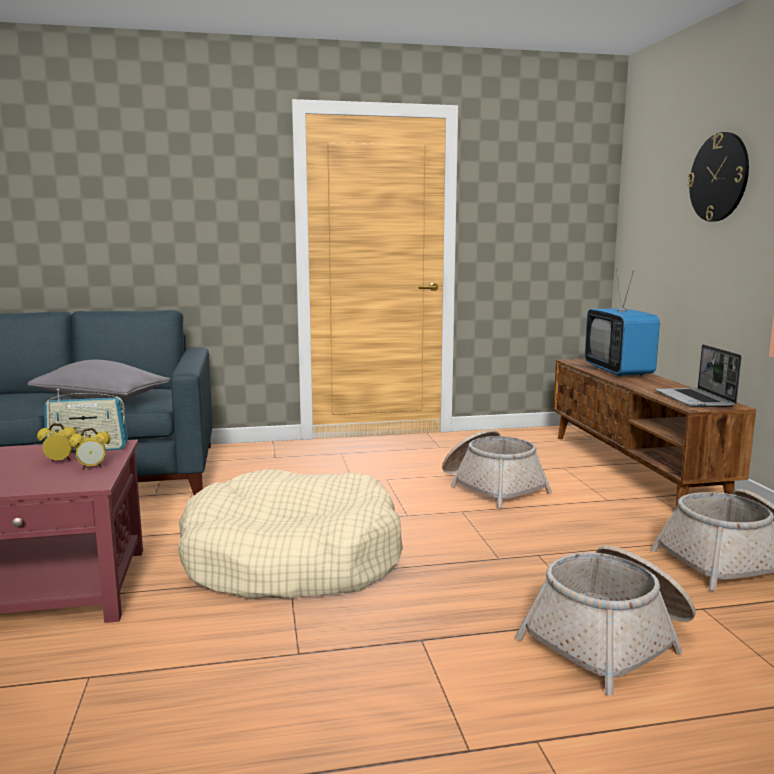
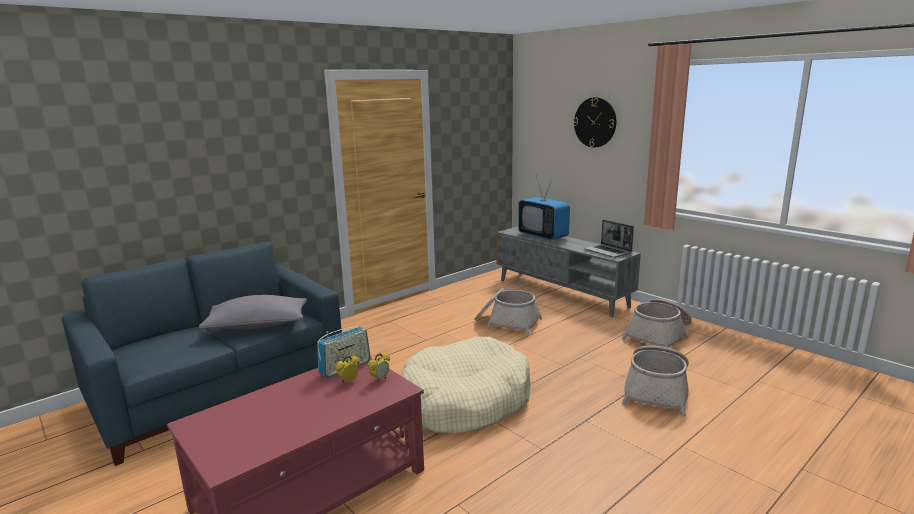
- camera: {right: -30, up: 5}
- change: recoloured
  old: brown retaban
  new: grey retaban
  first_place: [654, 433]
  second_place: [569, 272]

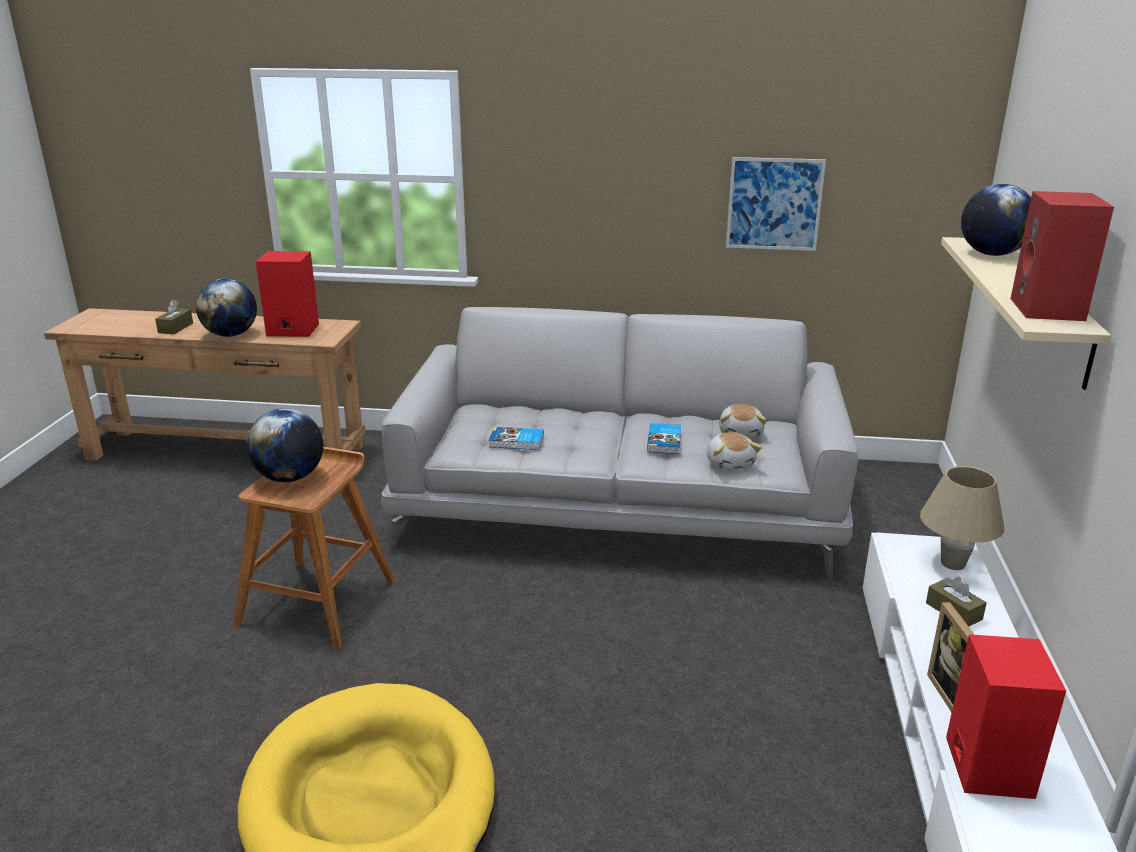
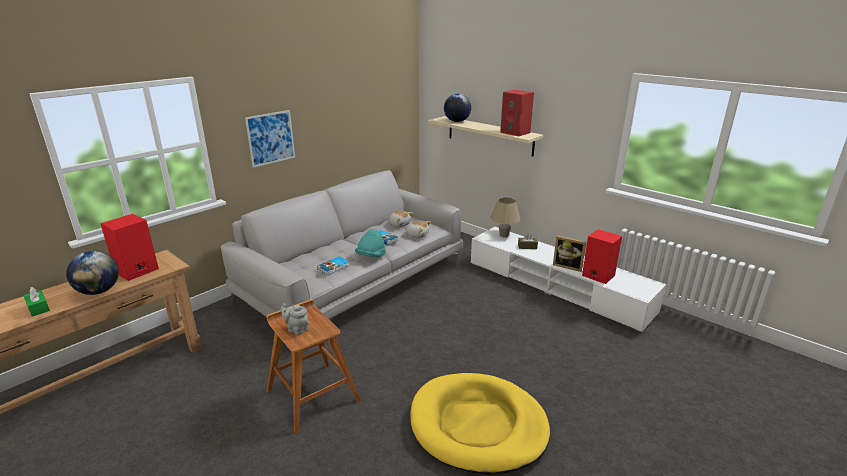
- camera: {right: -55, up: 0}
- change: moved
  old: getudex
  first_place: [776, 204]
  second_place: [270, 139]
- change: recoloured
  old: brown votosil
  new: green votosil
  first_place: [174, 317]
  second_place: [36, 302]
- change: replaced
  old: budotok
  new: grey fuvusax
  first_place: [285, 445]
  second_place: [294, 319]
- change: added
  new: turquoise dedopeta
  second_place: [370, 243]

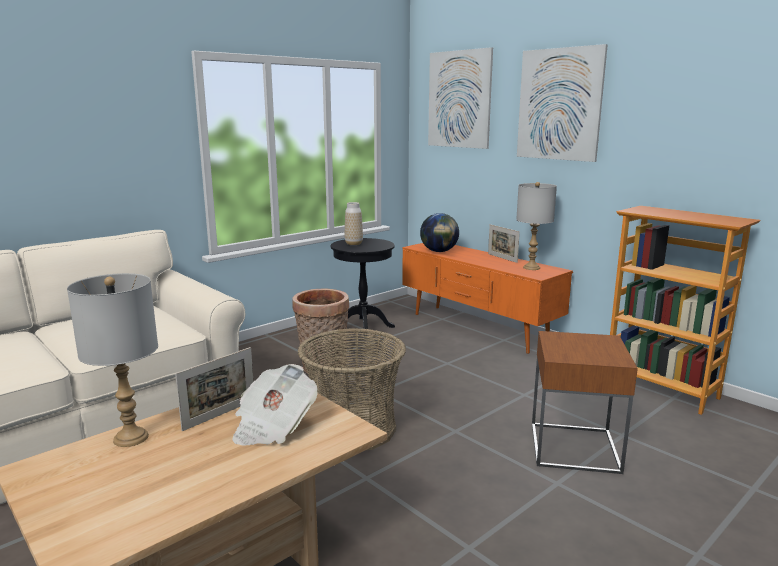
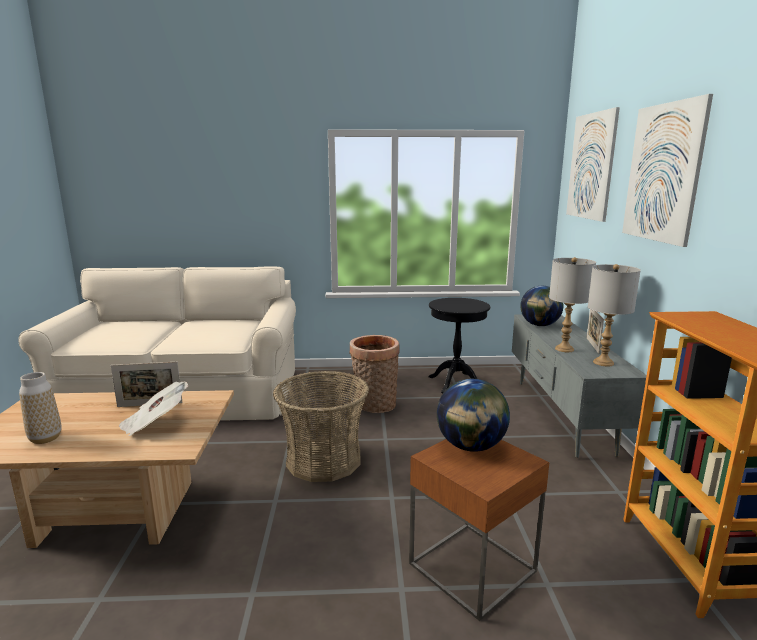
- camera: {right: 40, up: 0}
- change: moved
  old: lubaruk
  first_place: [354, 223]
  second_place: [40, 408]
- change: recoloured
  old: orange retaban
  new: grey retaban
  first_place: [487, 298]
  second_place: [579, 386]
- change: moved
  old: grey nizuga
  first_place: [112, 360]
  second_place: [572, 304]
- change: added
  new: budotok
  second_place: [473, 415]

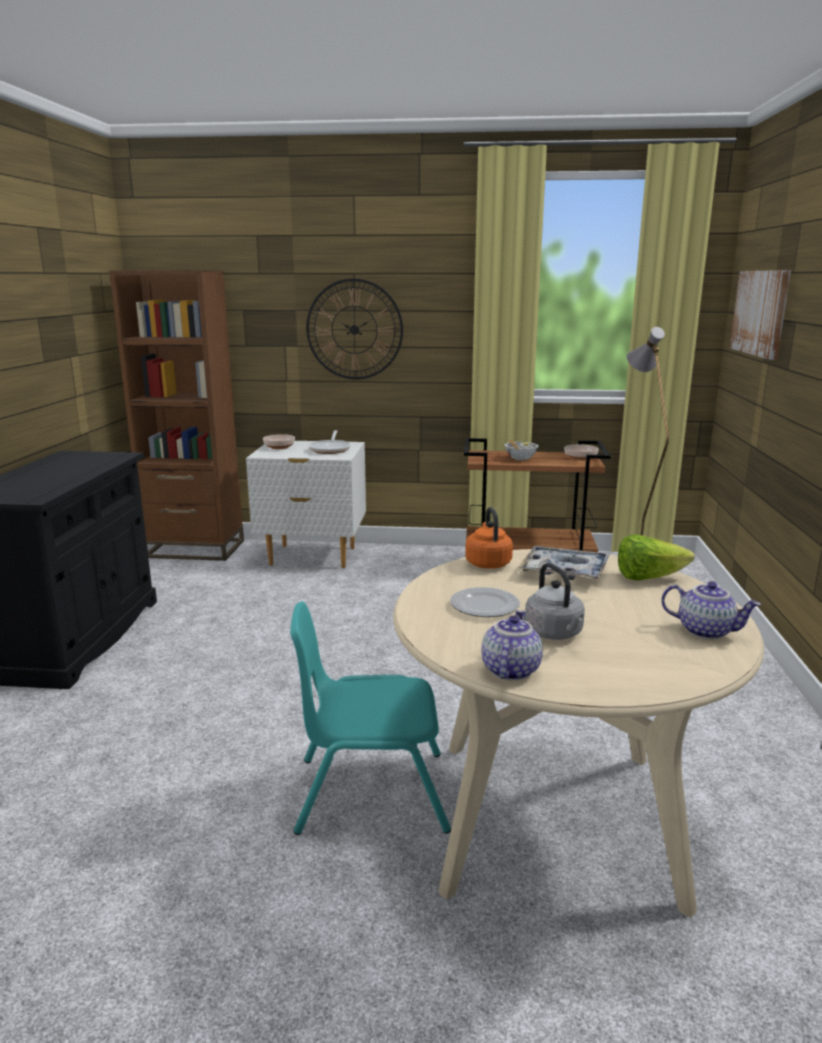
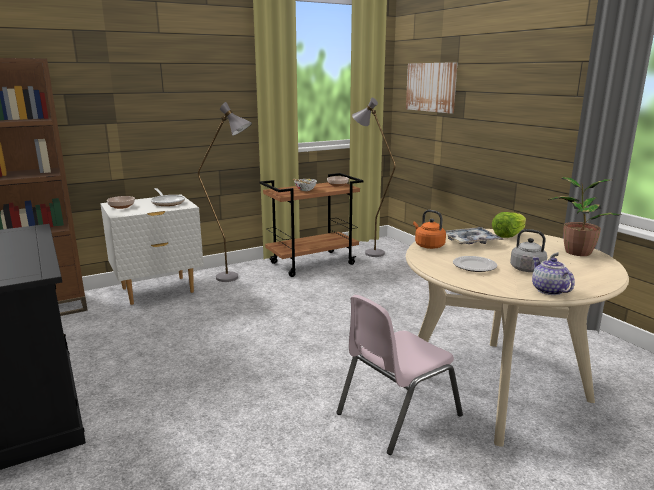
- camera: {right: -35, up: 0}
- change: removed
  old: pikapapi
  first_place: [354, 329]
- change: replaced
  old: fuvusax
  new: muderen
  first_place: [711, 610]
  second_place: [584, 216]
- change: recoloured
  old: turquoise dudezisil
  new: pink dudezisil
  first_place: [370, 718]
  second_place: [399, 375]
- change: added
  new: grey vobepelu
  second_place: [225, 192]

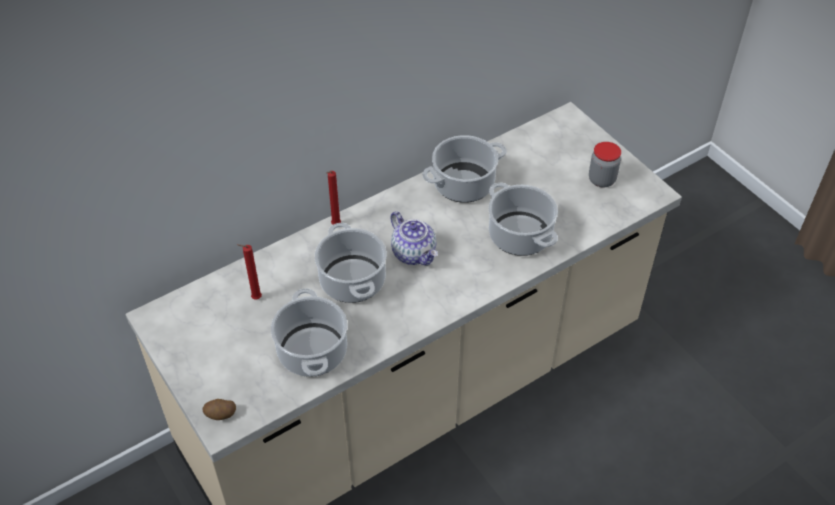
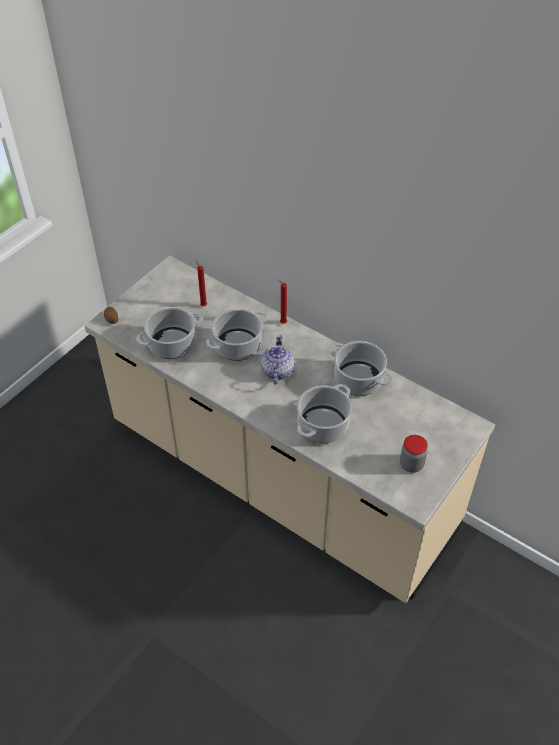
- camera: {right: 70, up: 0}
- change: turned
  old: fuvusax
  first_place: [413, 238]
  second_place: [277, 359]
  degrees: 150

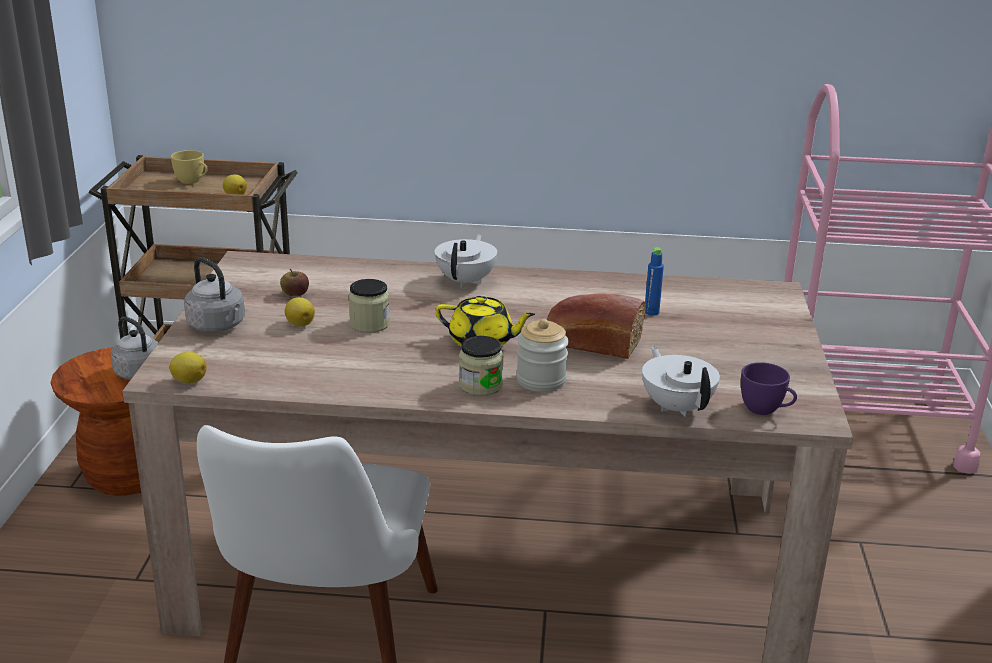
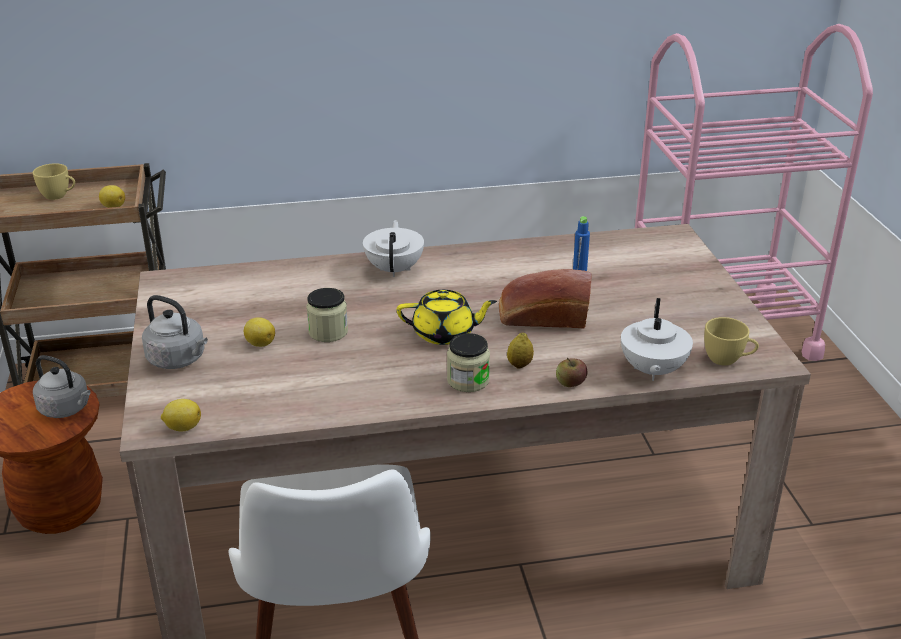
- camera: {right: -15, up: 5}
- change: moved
  old: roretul
  first_place: [294, 282]
  second_place: [571, 372]
- change: replaced
  old: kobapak
  new: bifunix
  first_place: [542, 355]
  second_place: [520, 351]
- change: turned
  old: white fuvusax
  first_place: [681, 381]
  second_place: [657, 339]
  degrees: -135
- change: recoloured
  old: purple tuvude
  new: yellow tuvude
  first_place: [769, 388]
  second_place: [731, 341]

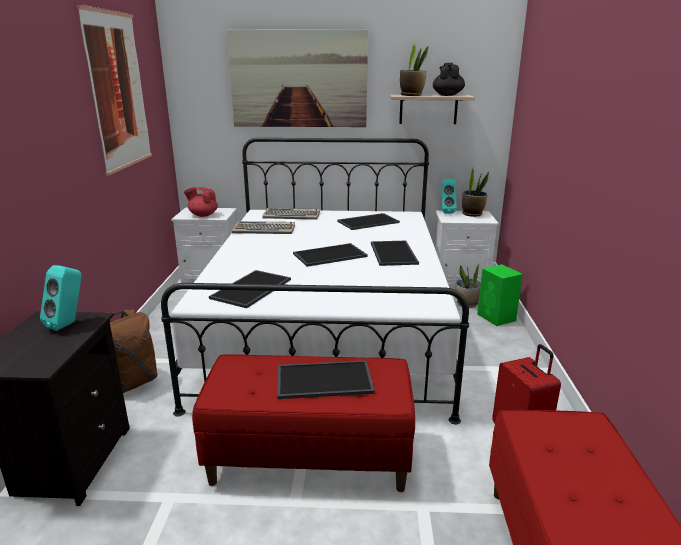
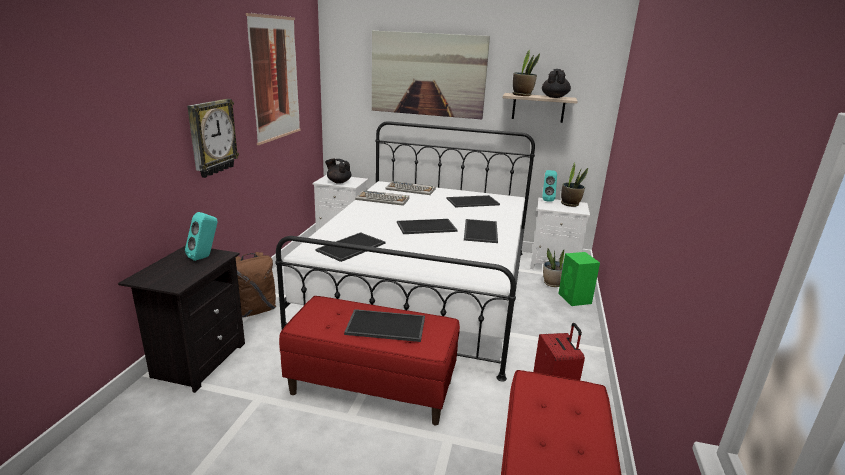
- camera: {right: 10, up: 0}
- change: recoloured
  old: red fuvusax
  new: black fuvusax
  first_place: [201, 202]
  second_place: [338, 171]
- change: added
  new: pikapapi
  second_place: [213, 138]

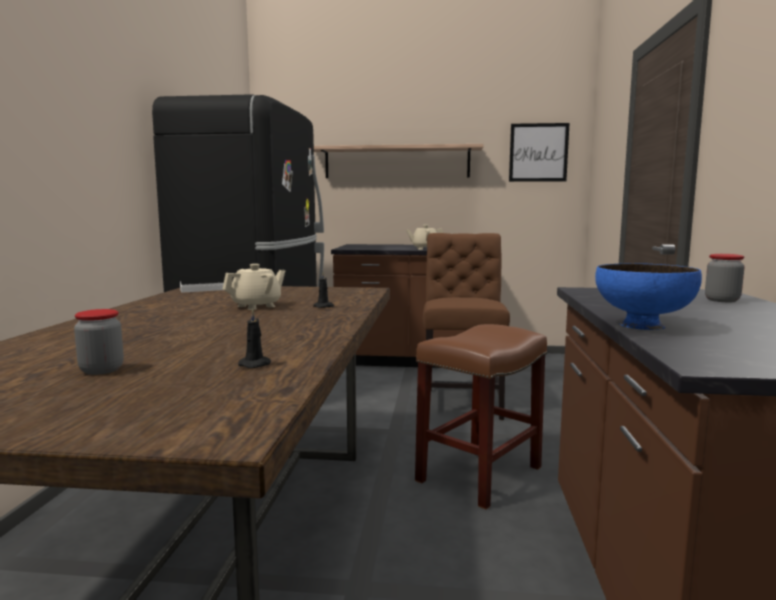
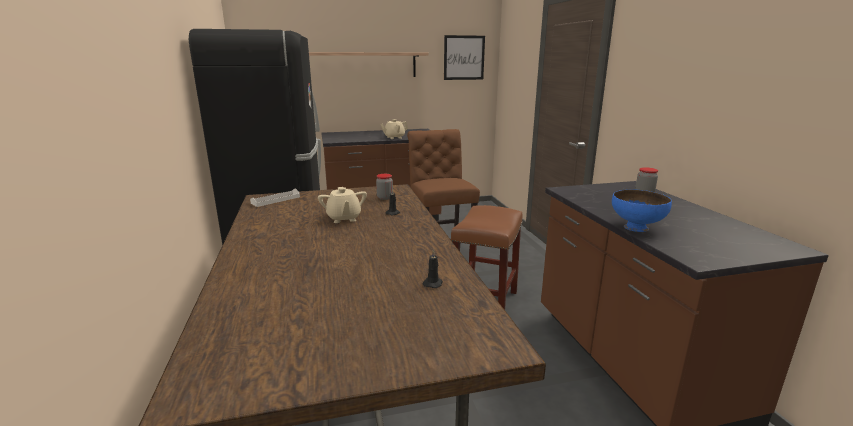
- camera: {right: -20, up: 10}
- change: turned
  old: beige fuvusax
  first_place: [254, 287]
  second_place: [342, 205]
  degrees: 135
- change: moved
  old: kobapak
  first_place: [99, 342]
  second_place: [384, 187]

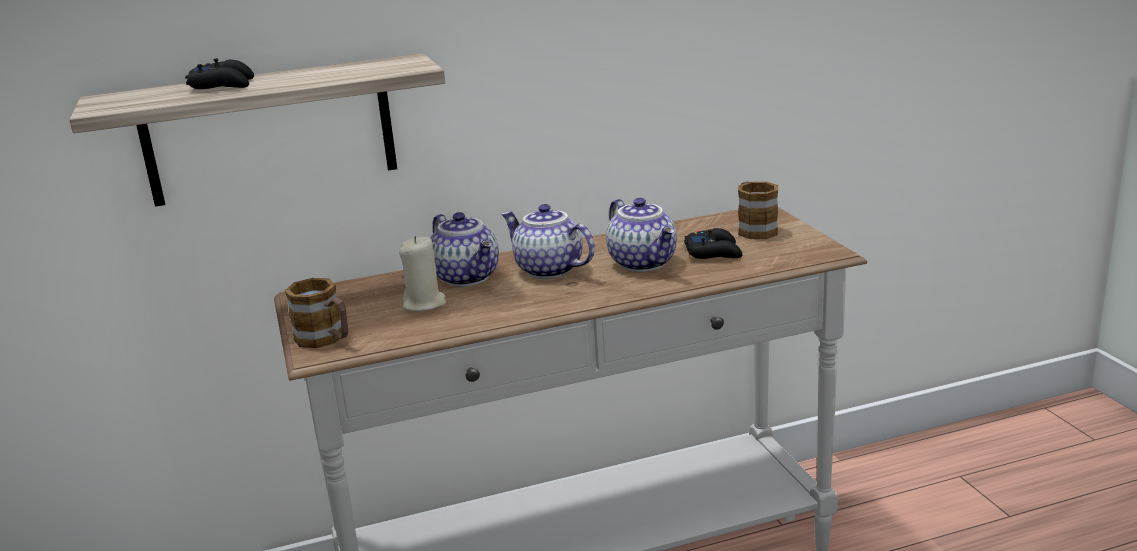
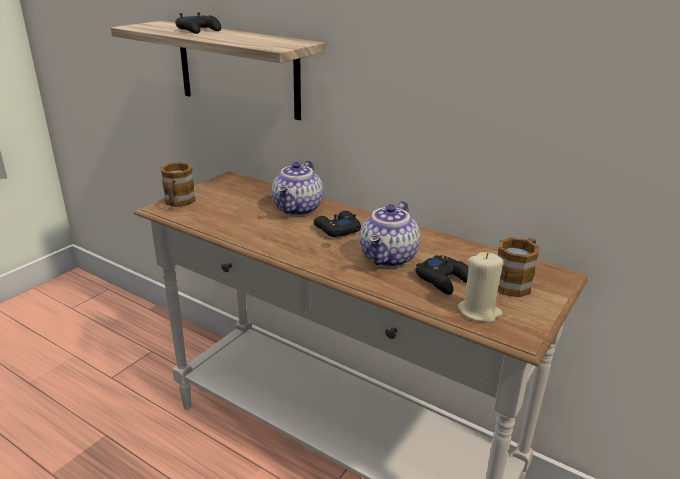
- camera: {right: 50, up: 5}
- change: replaced
  old: fuvusax
  new: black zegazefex
  first_place: [548, 241]
  second_place: [337, 224]
- change: moved
  old: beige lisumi
  first_place: [422, 274]
  second_place: [481, 287]

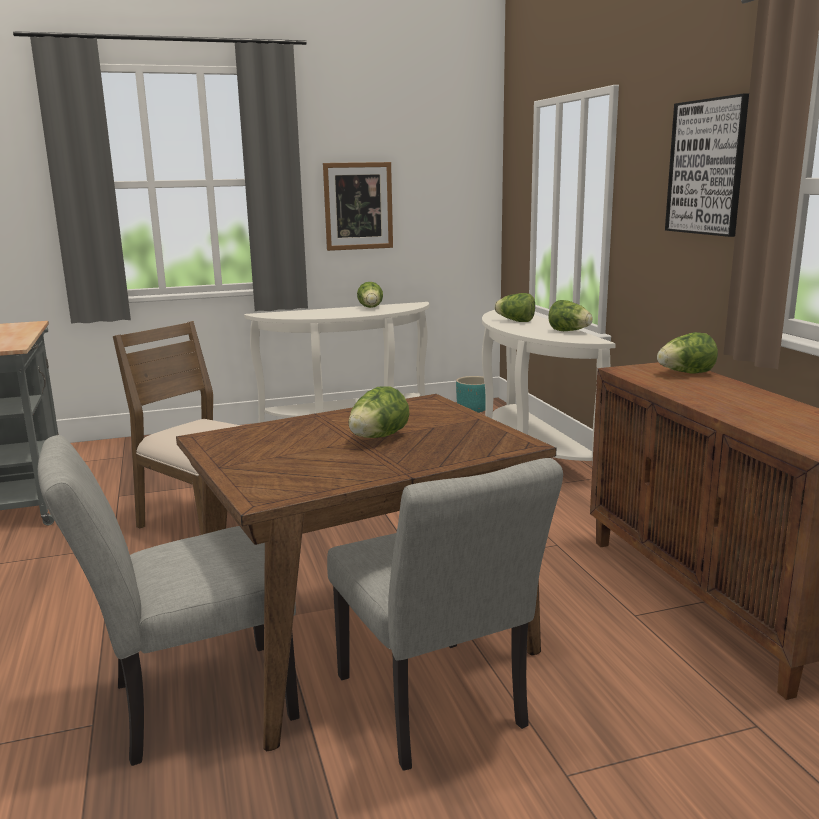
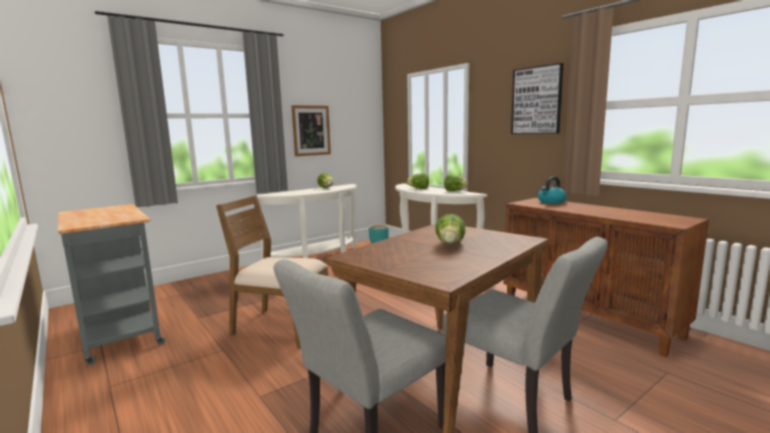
- camera: {right: -20, up: -5}
- change: replaced
  old: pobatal
  new: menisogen
  first_place: [687, 353]
  second_place: [552, 190]

